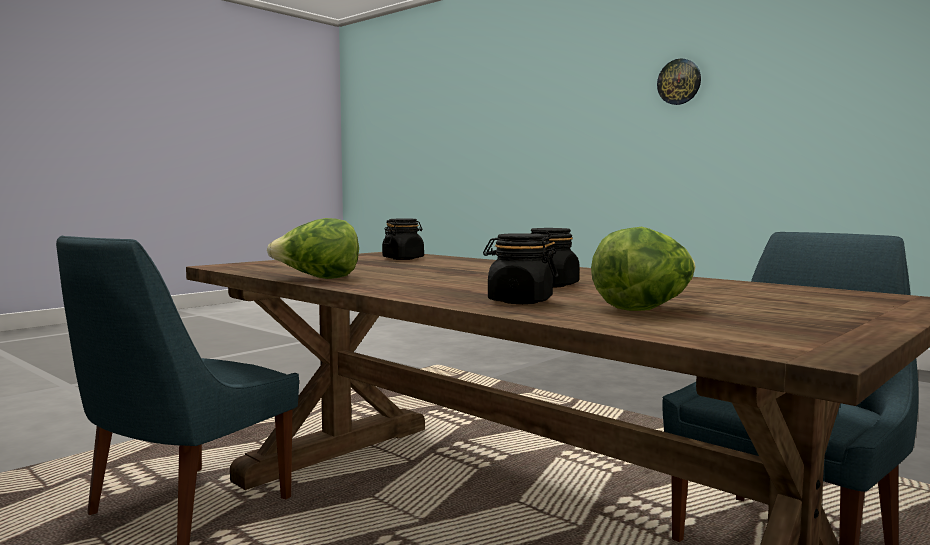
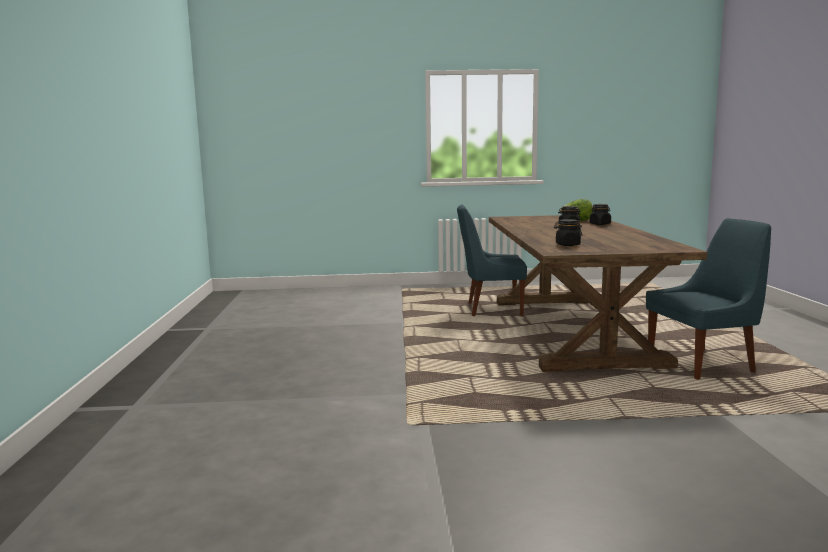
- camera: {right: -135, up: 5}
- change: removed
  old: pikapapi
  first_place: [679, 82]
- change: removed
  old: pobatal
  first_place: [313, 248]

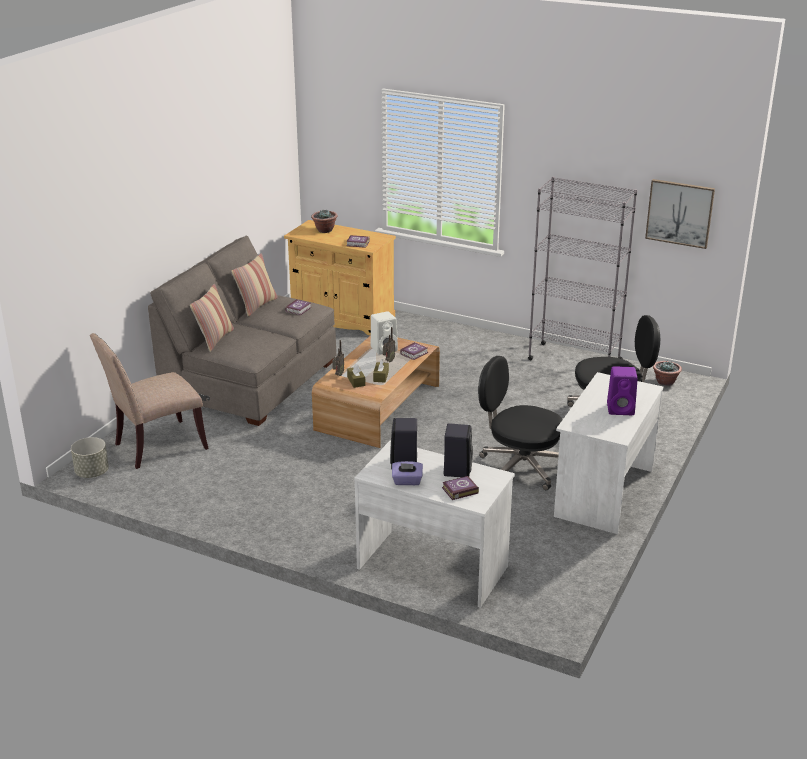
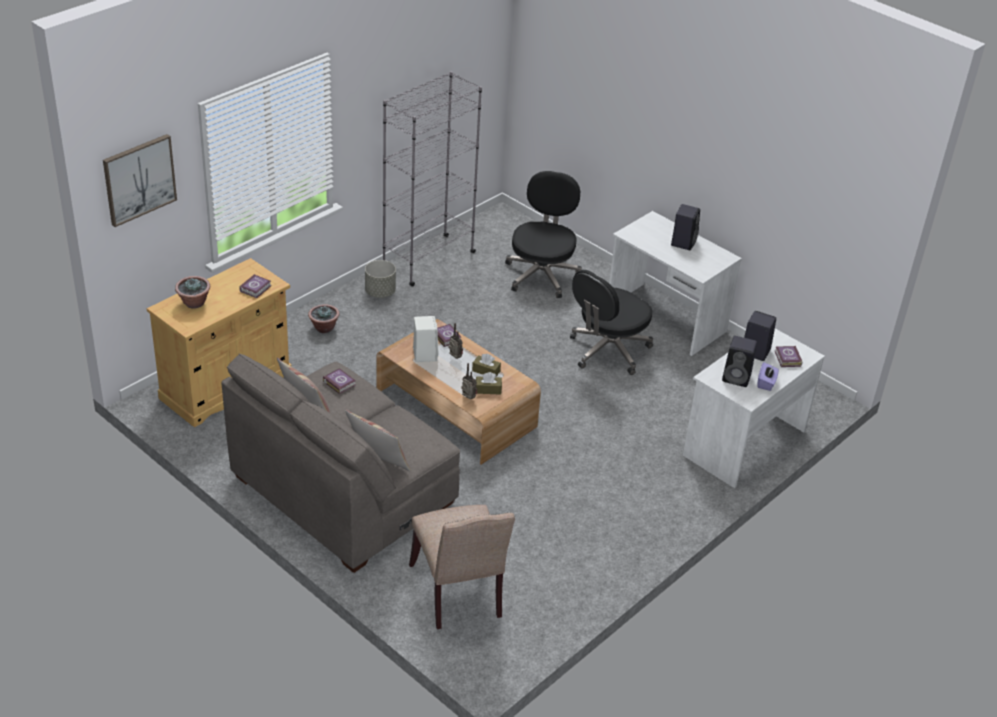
- camera: {right: -75, up: 10}
- change: moved
  old: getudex
  first_place: [680, 214]
  second_place: [140, 180]
- change: moved
  old: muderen
  first_place: [667, 373]
  second_place: [323, 318]
- change: recoloured
  old: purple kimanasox
  new: black kimanasox
  first_place: [622, 390]
  second_place: [685, 227]
- change: moved
  old: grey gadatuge
  first_place: [90, 457]
  second_place: [380, 279]

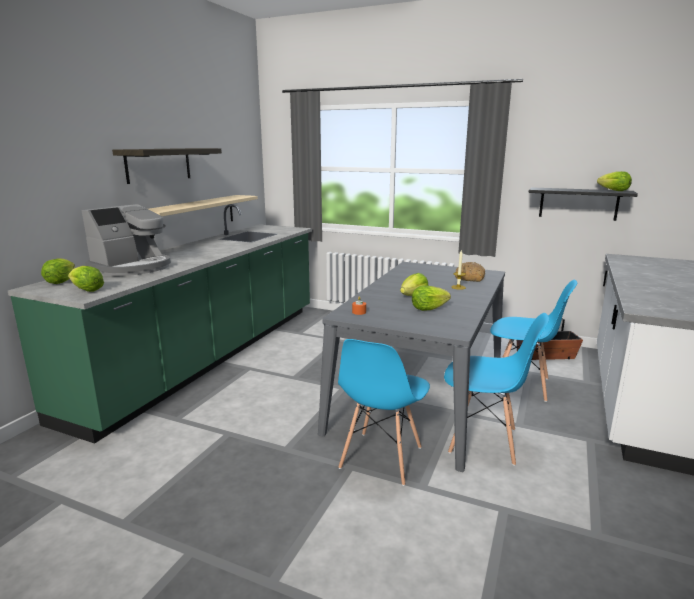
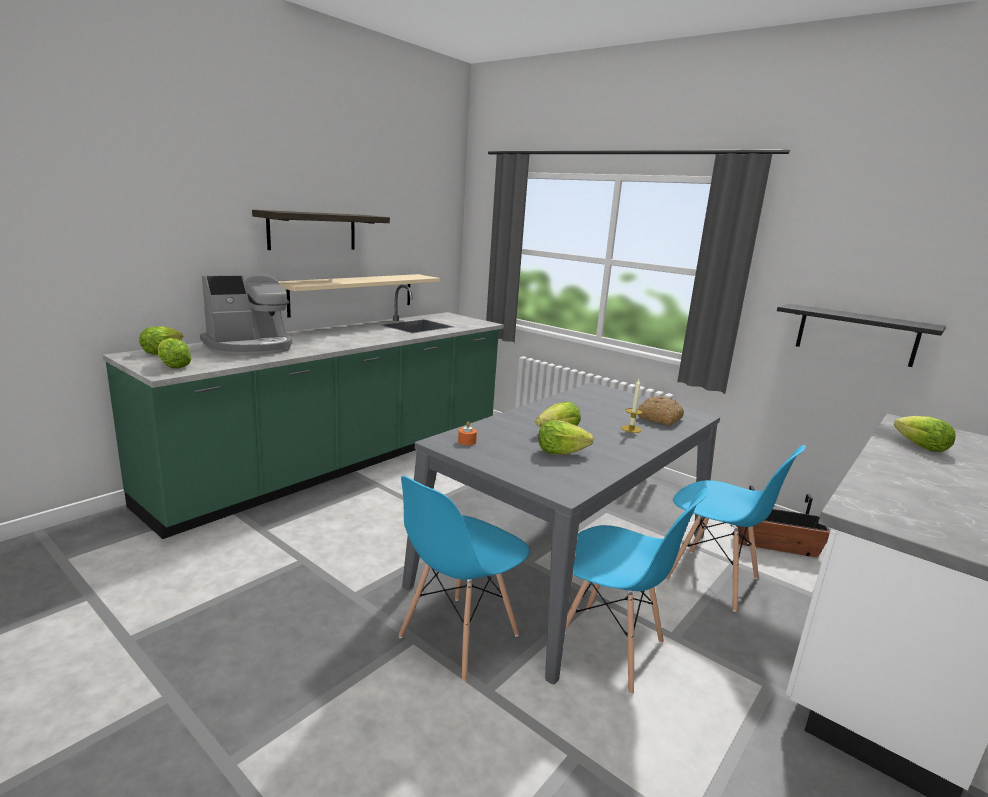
- camera: {right: 15, up: 0}
- change: moved
  old: pobatal
  first_place: [614, 181]
  second_place: [925, 434]

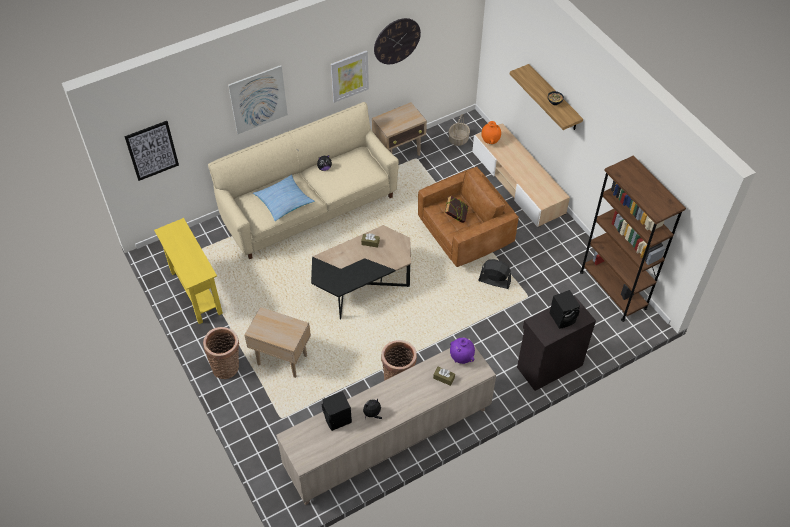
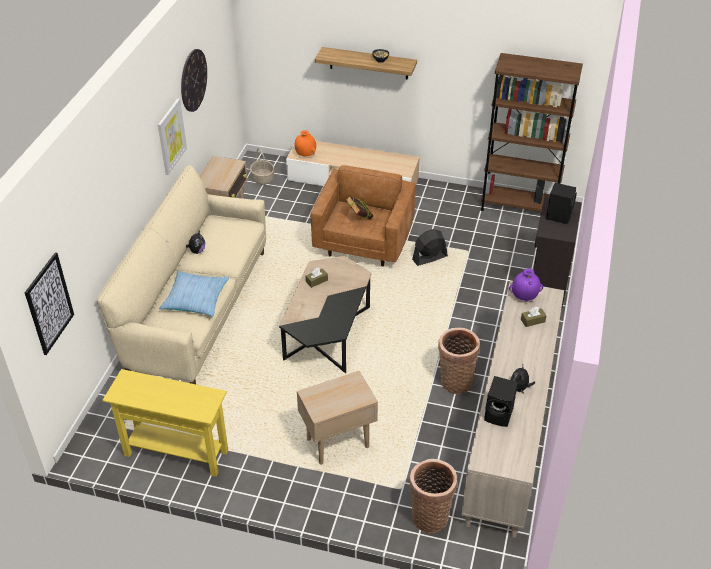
- camera: {right: -45, up: -10}
- change: removed
  old: getudex
  first_place: [258, 99]
- change: moved
  old: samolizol
  first_place: [221, 353]
  second_place: [433, 496]

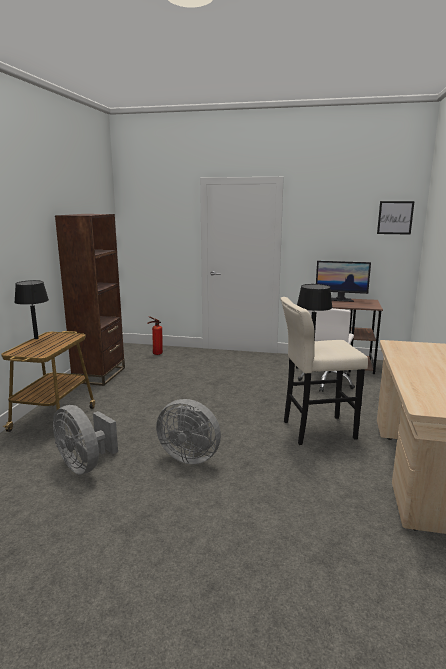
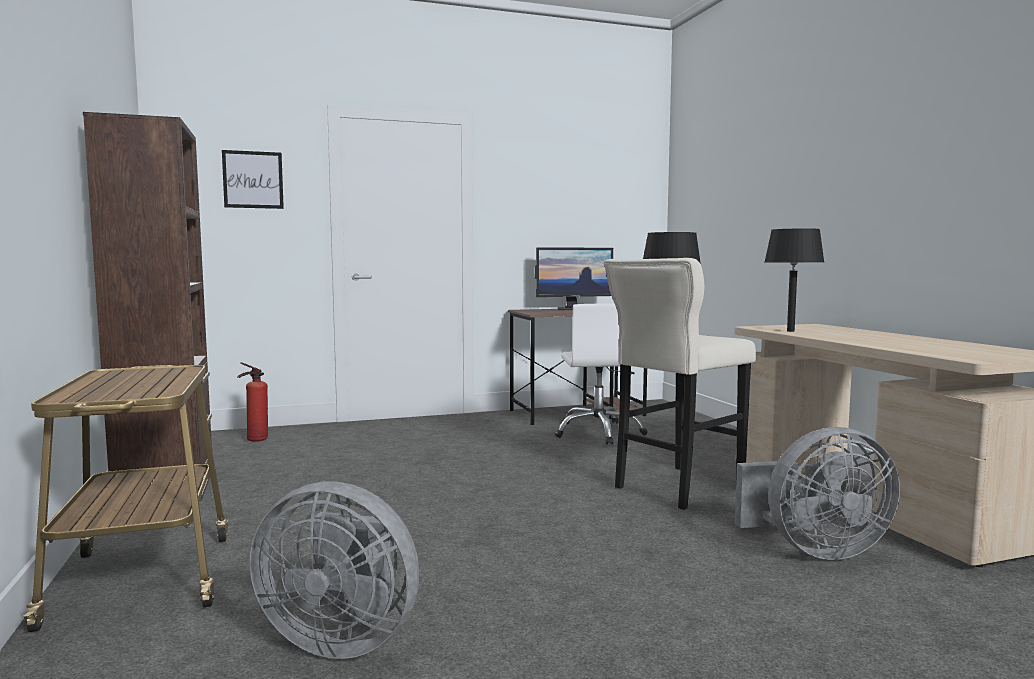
- camera: {right: -30, up: -10}
- change: moved
  old: getudex
  first_place: [395, 218]
  second_place: [253, 179]
- change: moved
  old: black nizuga
  first_place: [31, 309]
  second_place: [794, 280]
- change: moved
  old: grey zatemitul
  first_place: [188, 431]
  second_place: [817, 493]

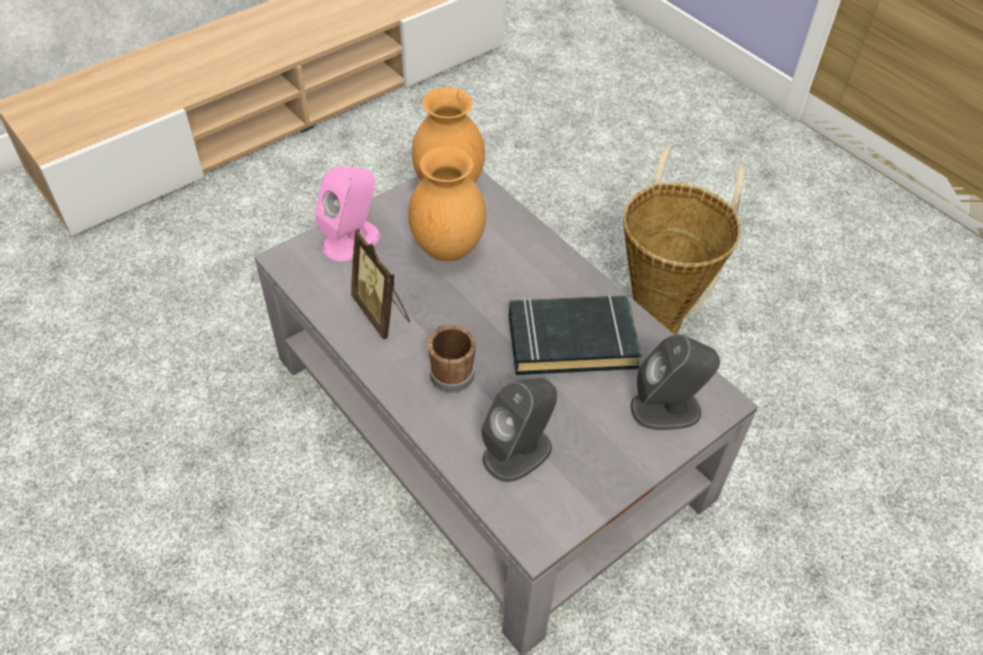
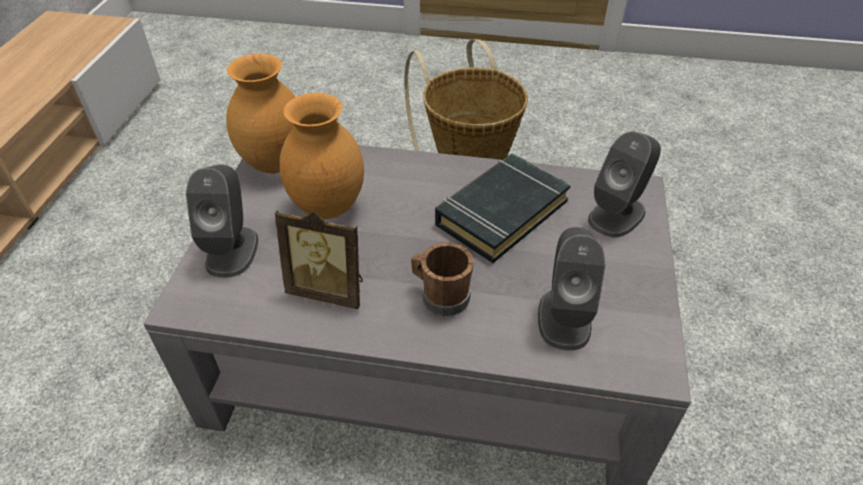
- camera: {right: -40, up: -5}
- change: recoloured
  old: pink kimanasox
  new: grey kimanasox
  first_place: [347, 214]
  second_place: [222, 221]

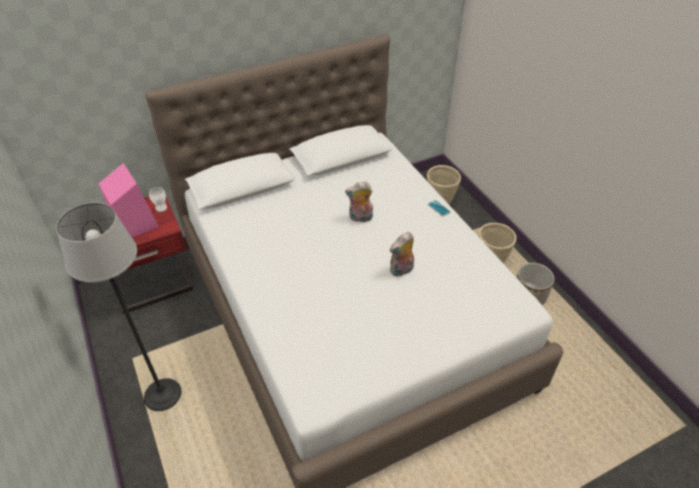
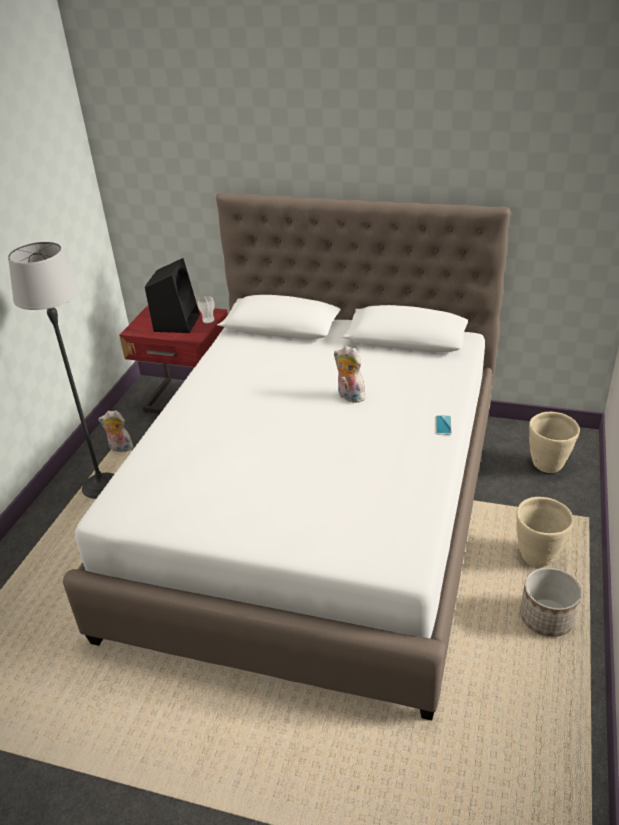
- camera: {right: 45, up: -10}
- change: recoloured
  old: pink kimanasox
  new: black kimanasox
  first_place: [129, 200]
  second_place: [172, 295]
- change: moved
  old: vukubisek
  first_place: [402, 254]
  second_place: [115, 431]

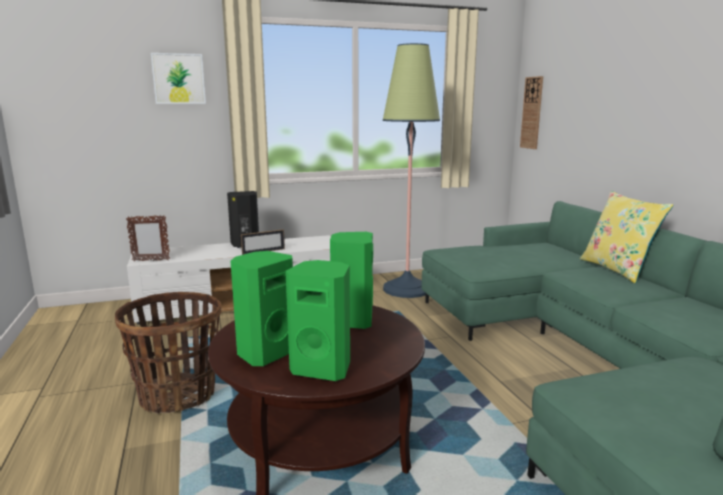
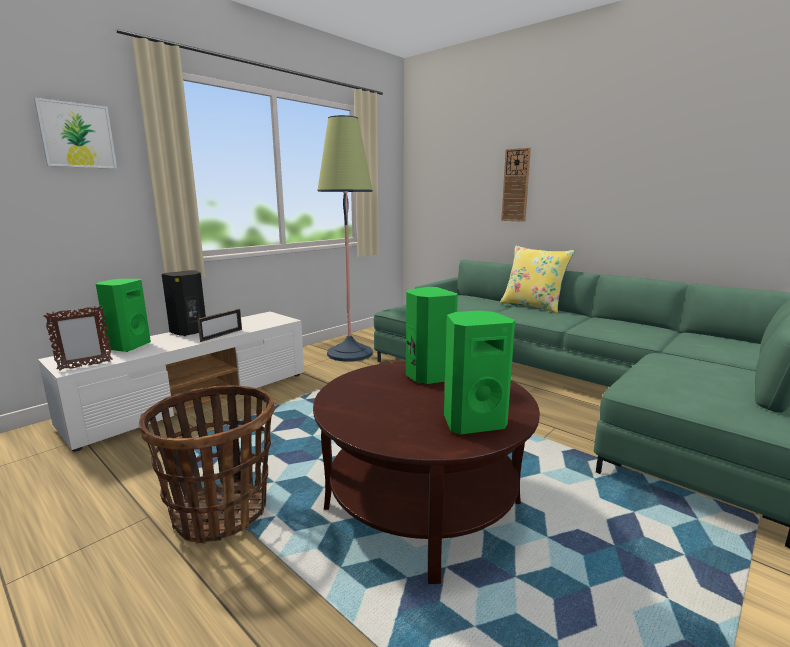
- camera: {right: -30, up: 0}
- change: moved
  old: pikapapi
  first_place: [531, 112]
  second_place: [516, 185]
- change: moved
  old: green kimanasox
  first_place: [261, 308]
  second_place: [123, 315]

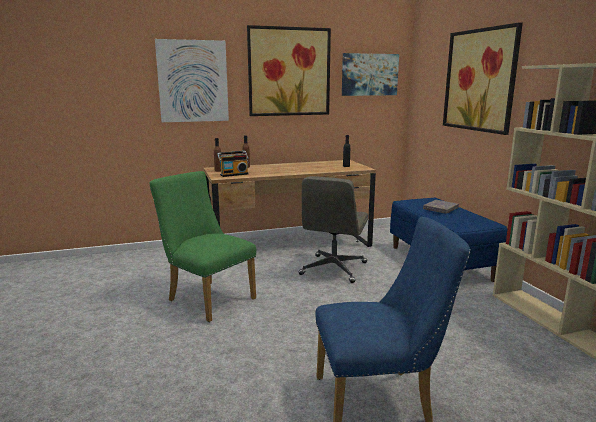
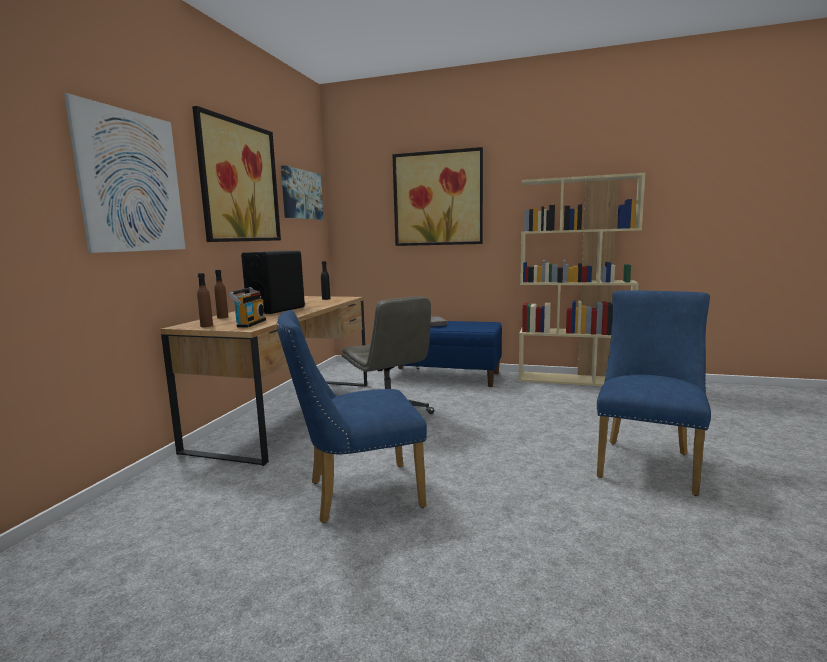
- camera: {right: -55, up: -5}
- change: recoloured
  old: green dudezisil
  new: blue dudezisil
  first_place: [202, 246]
  second_place: [352, 416]
- change: added
  new: black kimanasox
  second_place: [273, 282]

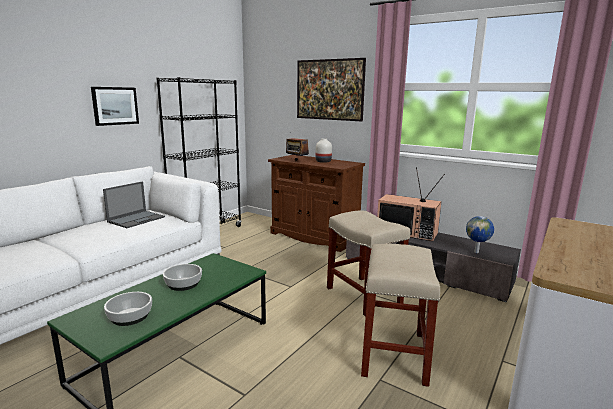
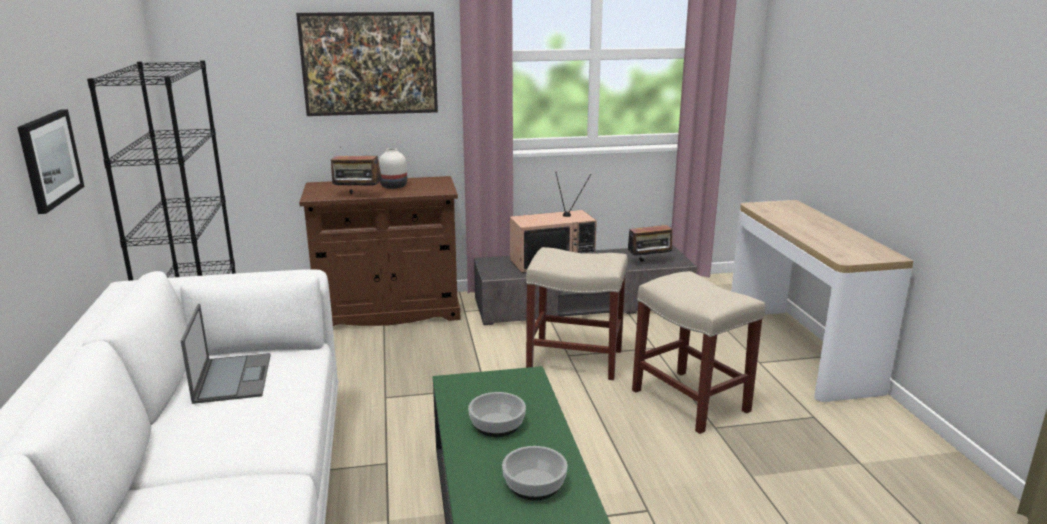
- camera: {right: -45, up: 5}
- change: replaced
  old: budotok
  new: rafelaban
  first_place: [480, 234]
  second_place: [649, 241]

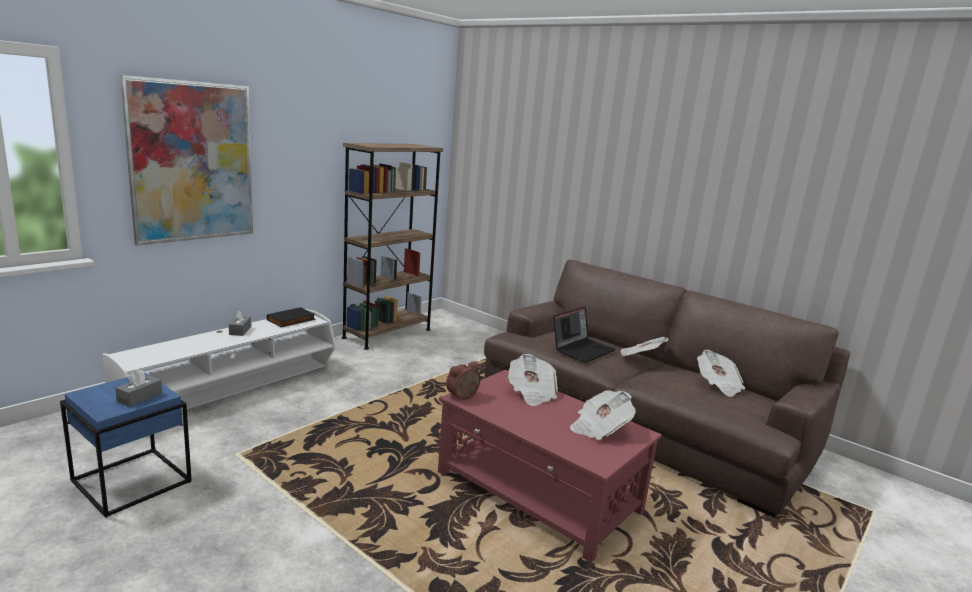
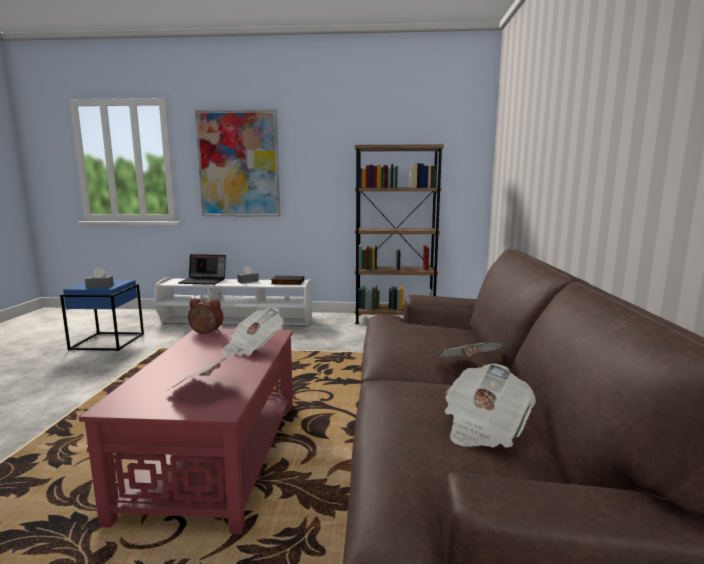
- camera: {right: 55, up: -5}
- change: moved
  old: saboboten
  first_place: [584, 335]
  second_place: [202, 269]

